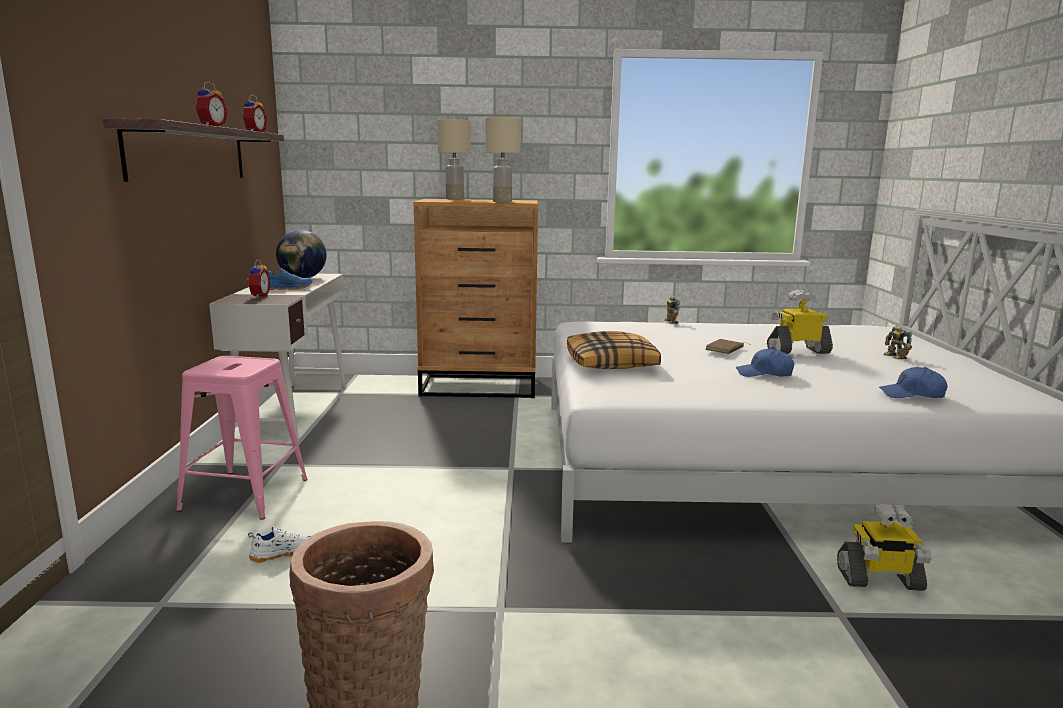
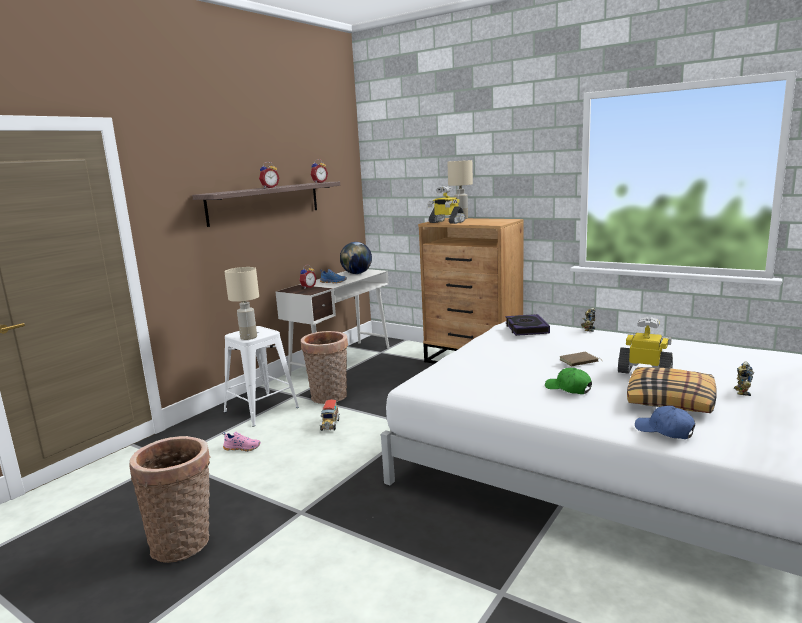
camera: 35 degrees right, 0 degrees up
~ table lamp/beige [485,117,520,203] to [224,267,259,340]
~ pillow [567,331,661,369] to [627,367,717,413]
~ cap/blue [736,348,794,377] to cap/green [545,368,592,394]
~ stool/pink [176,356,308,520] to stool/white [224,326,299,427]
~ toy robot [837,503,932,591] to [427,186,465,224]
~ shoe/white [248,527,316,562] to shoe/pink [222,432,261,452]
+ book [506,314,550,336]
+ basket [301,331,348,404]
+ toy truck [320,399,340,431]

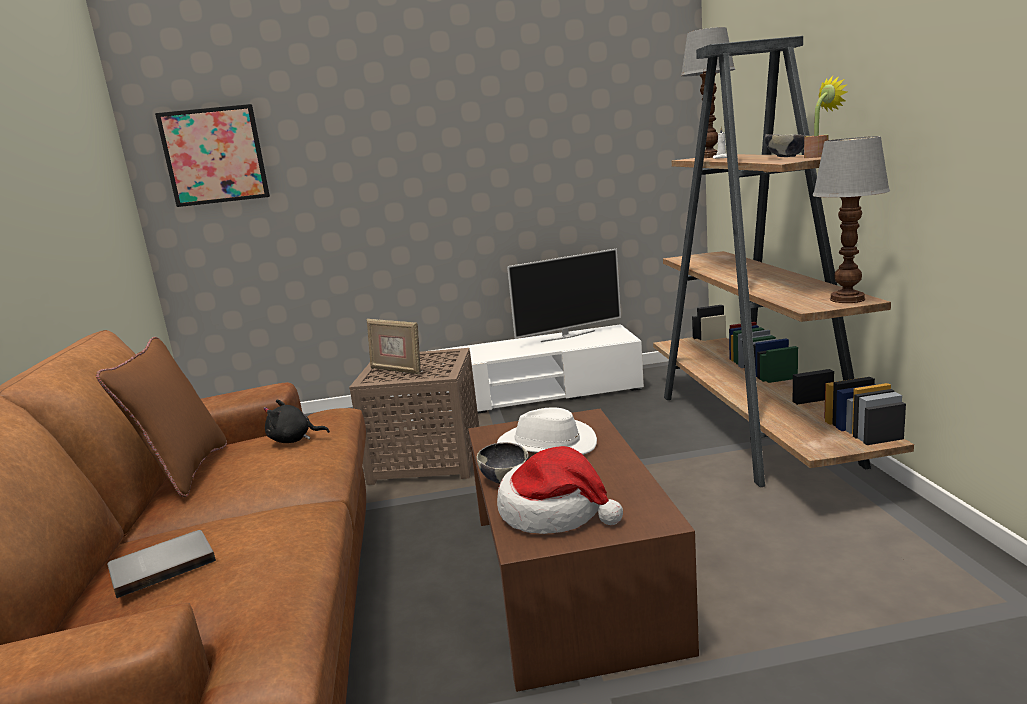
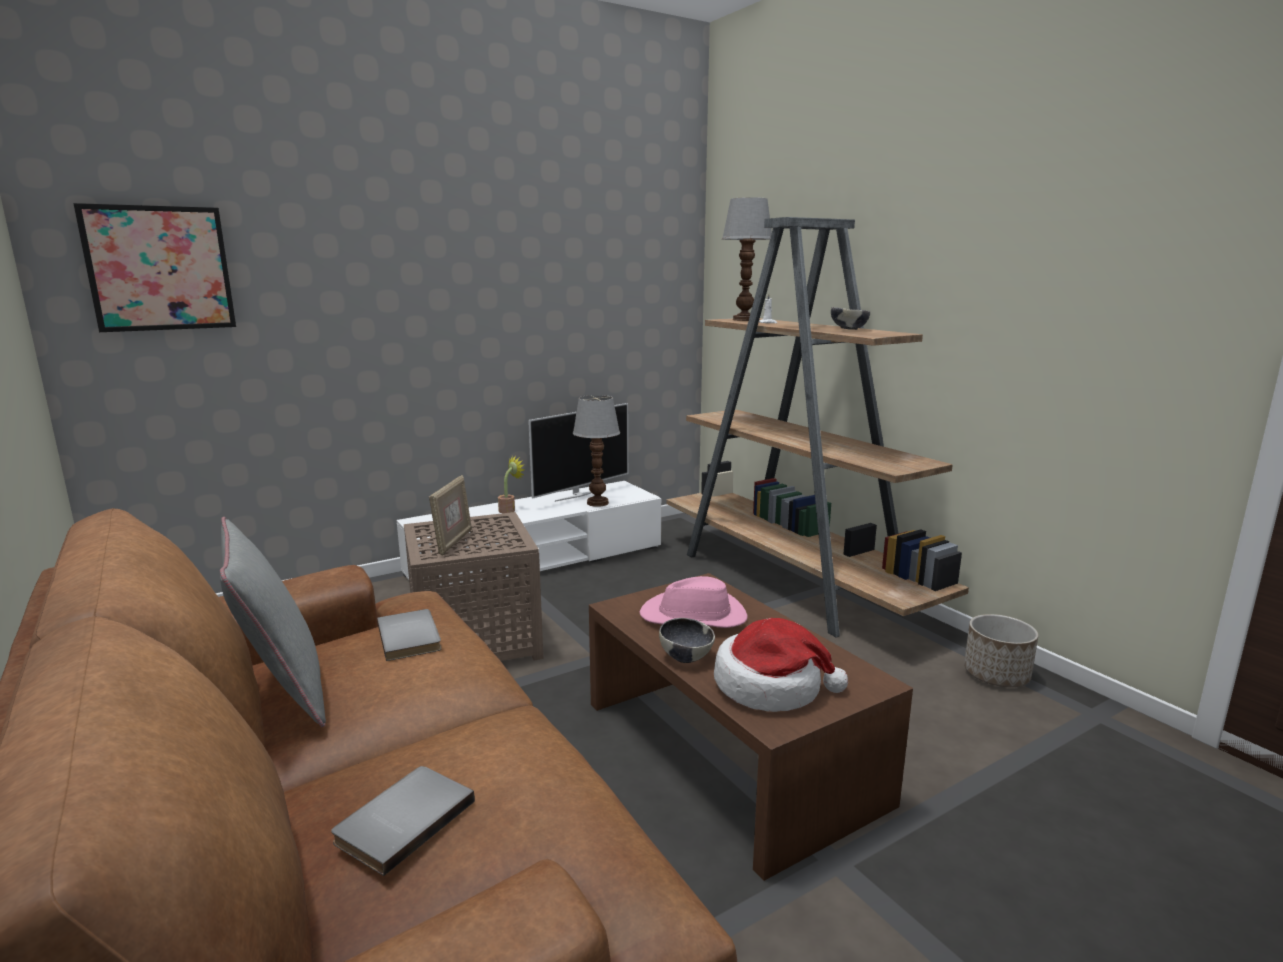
camera: 25 degrees left, 0 degrees up
~ potted plant [804,76,847,158] to [498,456,524,513]
~ table lamp [812,136,890,303] to [573,395,620,507]
~ picture frame [367,319,421,374] = [429,475,472,555] 90 degrees counterclockwise
~ pillow/brown [96,337,227,497] to pillow/grey [220,517,326,727]
~ plush toy/black [263,400,330,443] to book/grey [377,609,441,661]
~ hat/white [497,407,597,455] to hat/pink [639,576,748,628]
+ planter [964,614,1038,687]

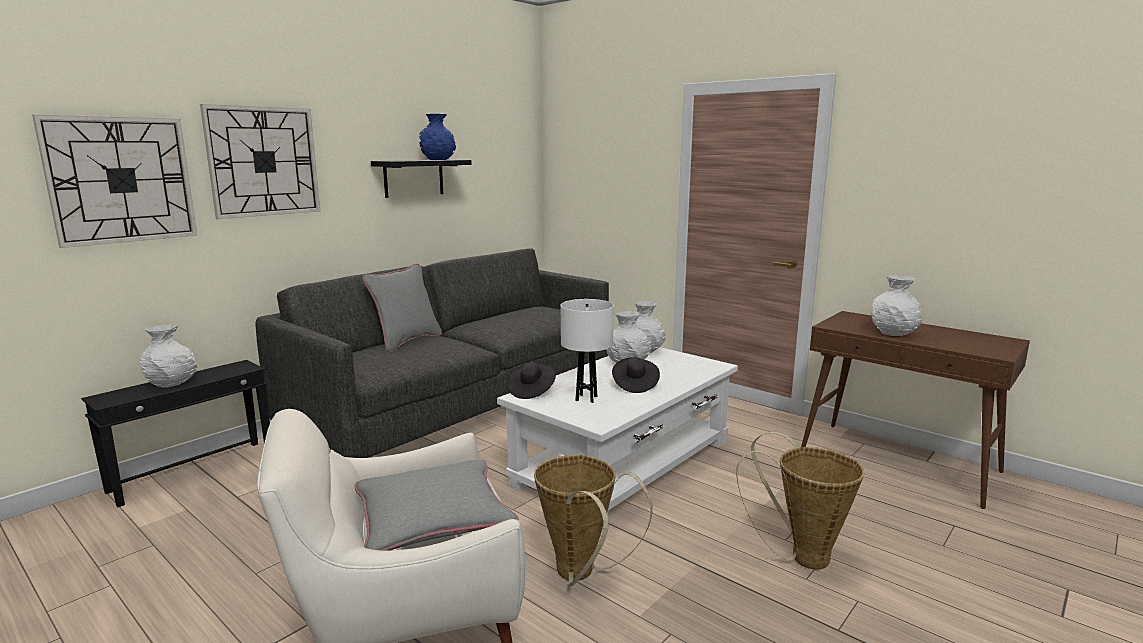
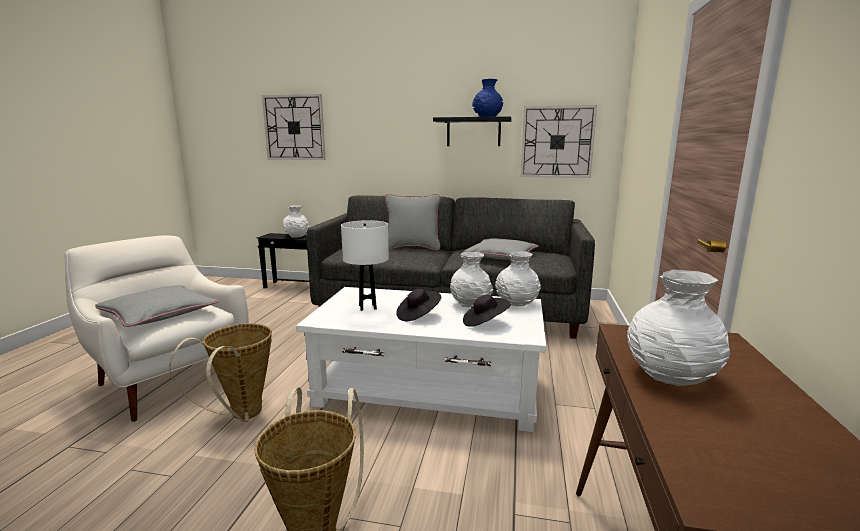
camera: 60 degrees right, 0 degrees up
~ wall clock [200,104,321,219] to [521,105,597,178]
~ hat/black [508,362,556,399] to [463,295,510,327]
+ pillow/grey [463,238,539,260]

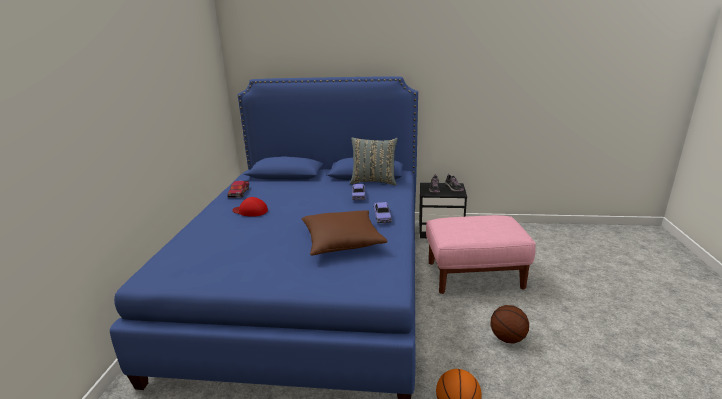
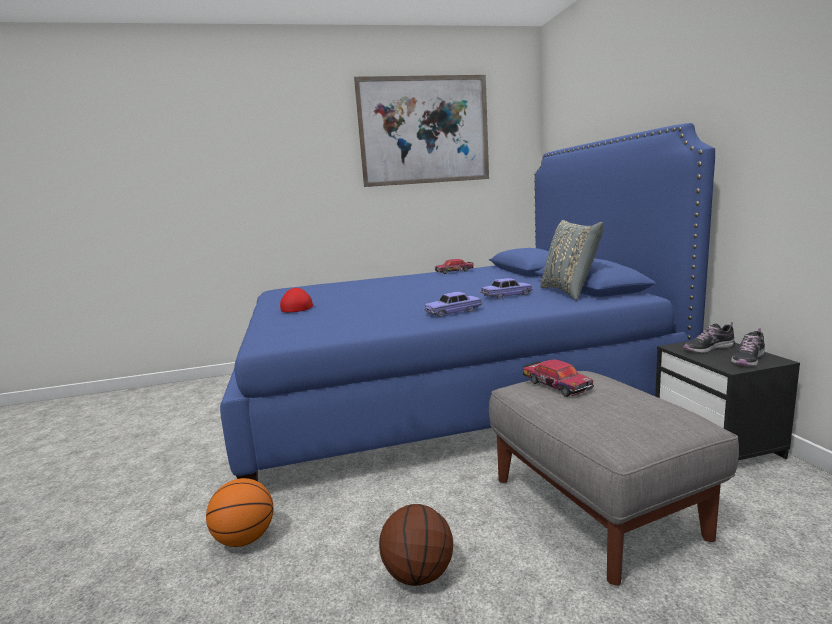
camera: 70 degrees right, 10 degrees down
~ cap/red [233,197,268,217] to [280,288,313,312]
- pillow/brown [301,210,388,255]
~ ottoman/pink [426,215,536,294] to ottoman/grey [489,371,739,586]
+ picture [354,75,489,187]
+ toy car [523,359,594,397]

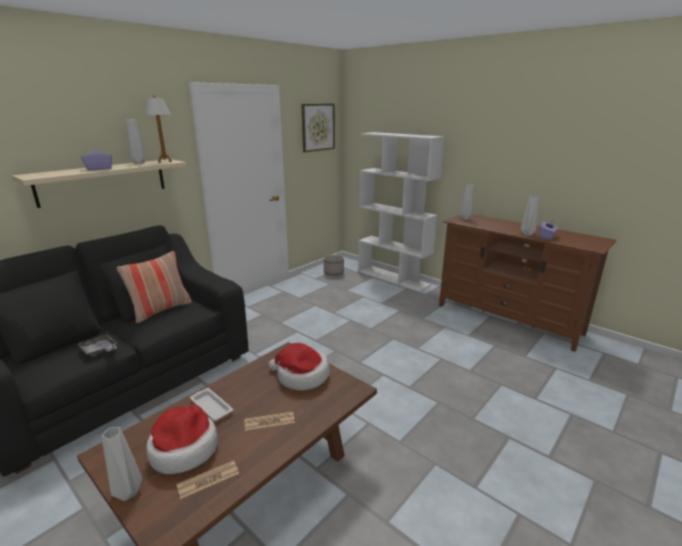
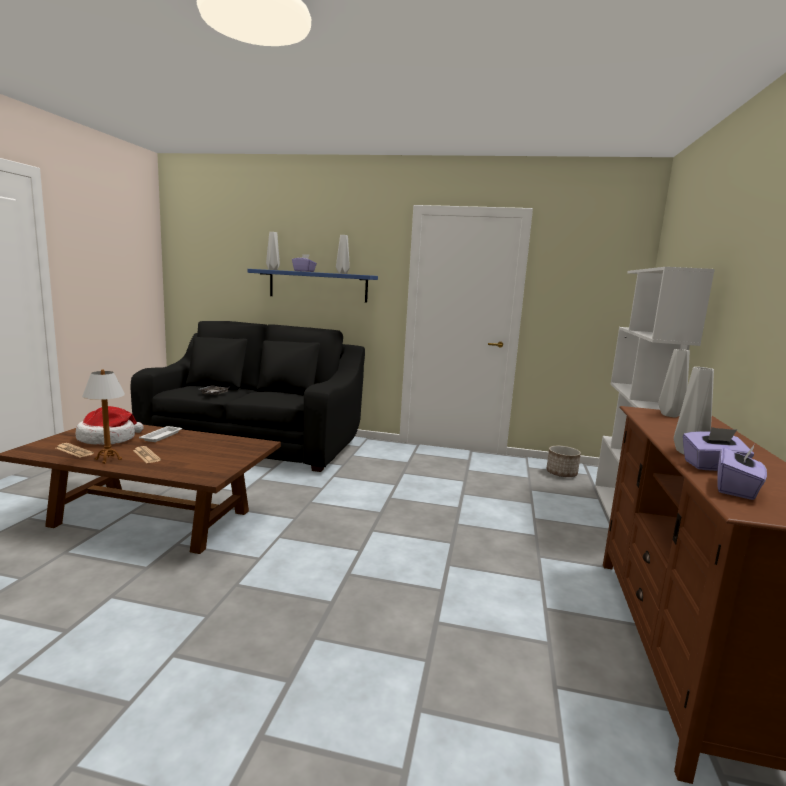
camera: 60 degrees right, 10 degrees down
~ table lamp [144,95,172,163] to [82,369,125,464]
- picture [301,104,335,152]
~ shelf/beige [12,159,187,208] to shelf/blue [247,269,378,303]
- pillow [117,251,192,323]
- hat [268,343,330,390]
~ vase/grey [102,427,142,501] to [266,232,280,270]
+ tissue box/purple [718,445,767,500]

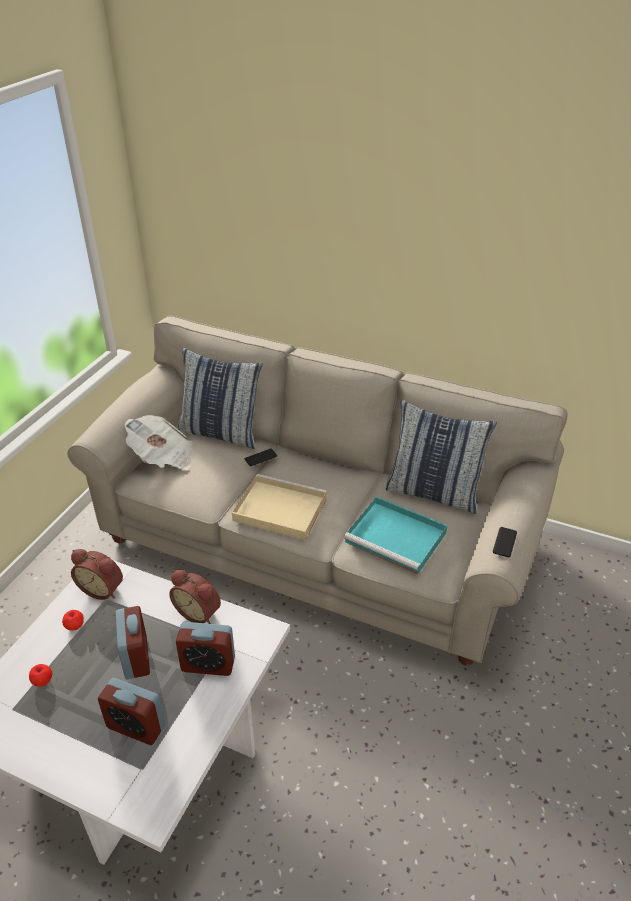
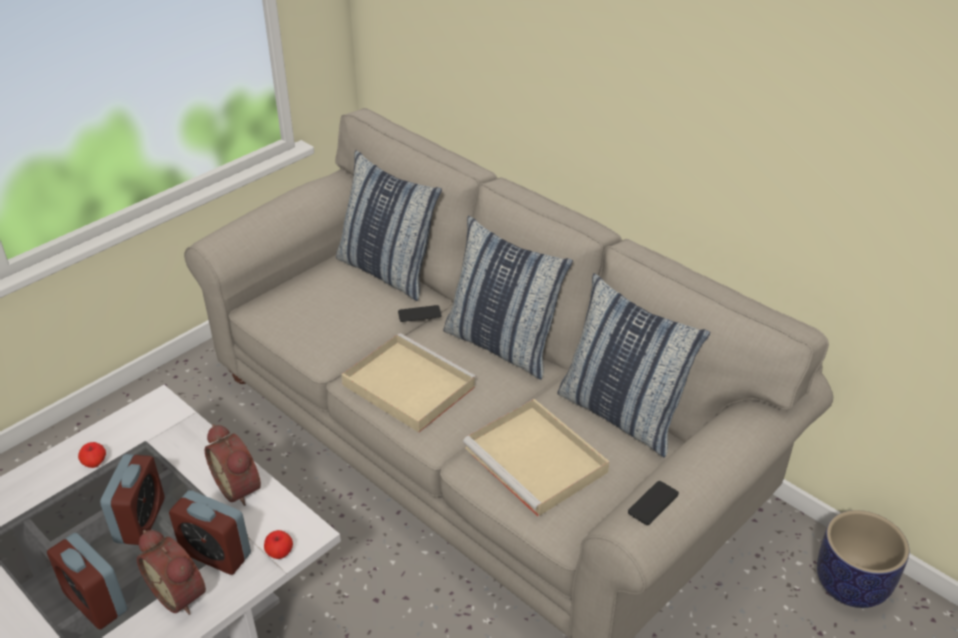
camera: 20 degrees right, 0 degrees up
- newspaper [125,415,193,470]
~ tray/turquoise [344,496,448,574] to tray/beige [463,399,609,517]
~ alarm clock [71,549,123,600] to [137,530,206,615]
~ apple [29,664,53,687] to [264,530,293,559]
+ pillow [443,216,573,380]
+ planter [817,510,910,608]

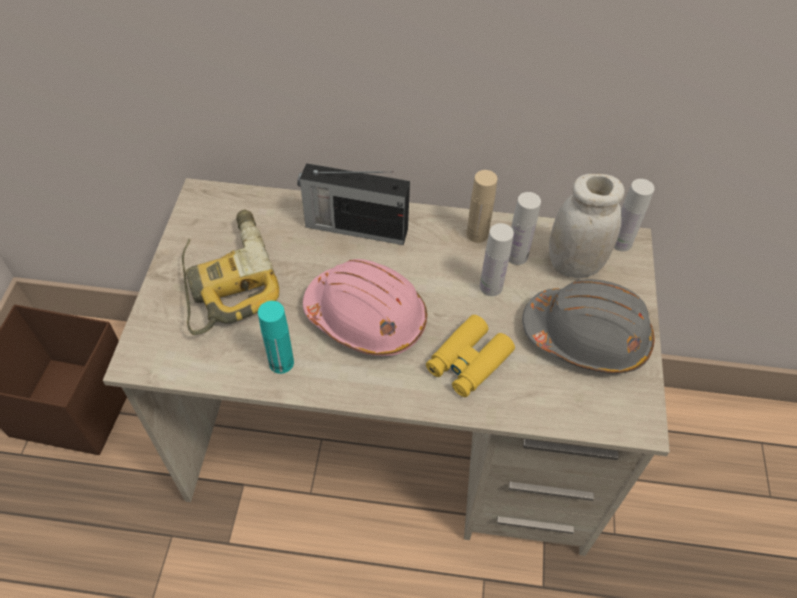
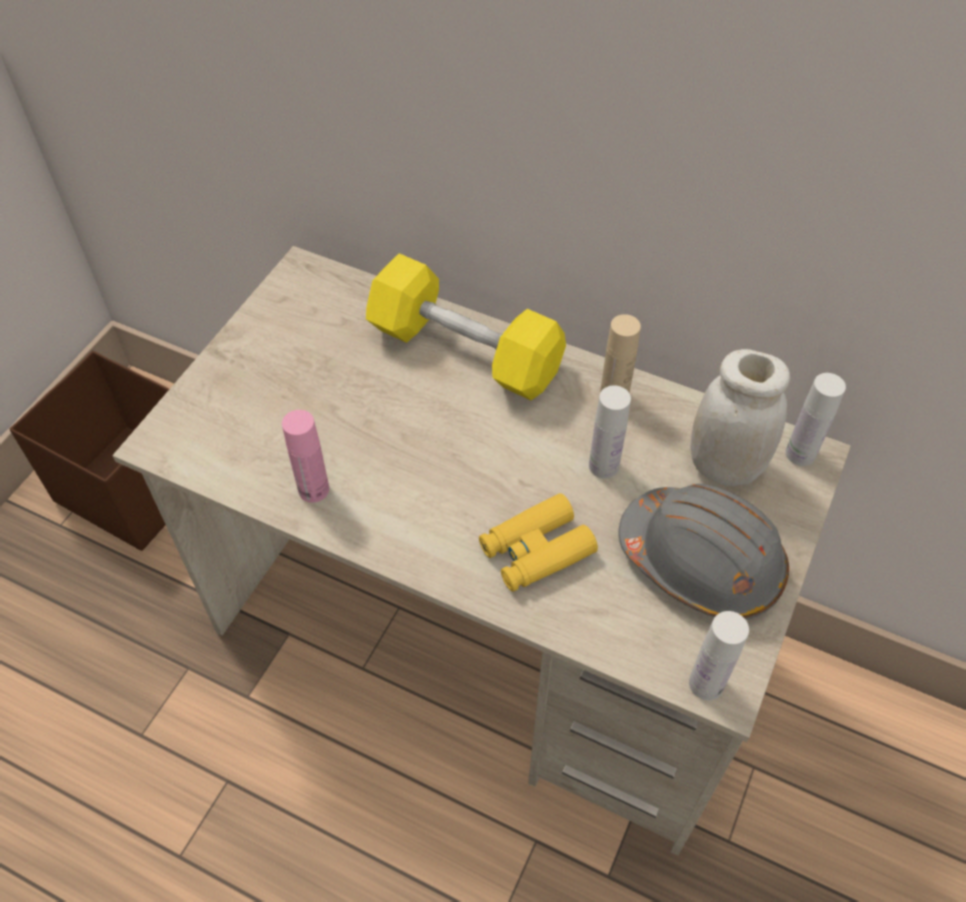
camera: 20 degrees right, 0 degrees up
~ radio [297,163,410,245] to dumbbell/yellow [366,253,566,400]
~ bottle/white [509,192,541,265] to [689,611,749,700]
- power drill [182,210,279,335]
- hard hat/pink [303,259,427,356]
~ bottle/turquoise [258,301,294,374] to bottle/pink [282,410,329,503]

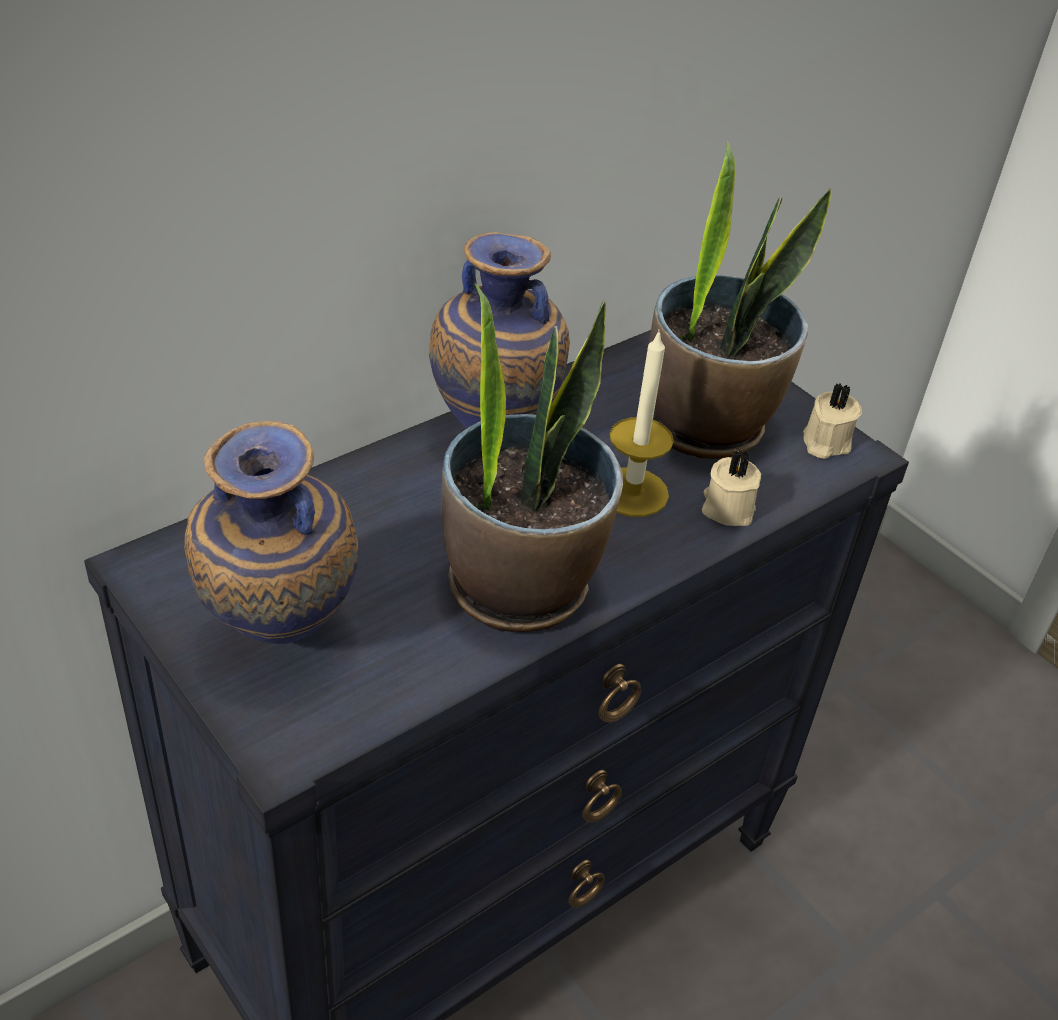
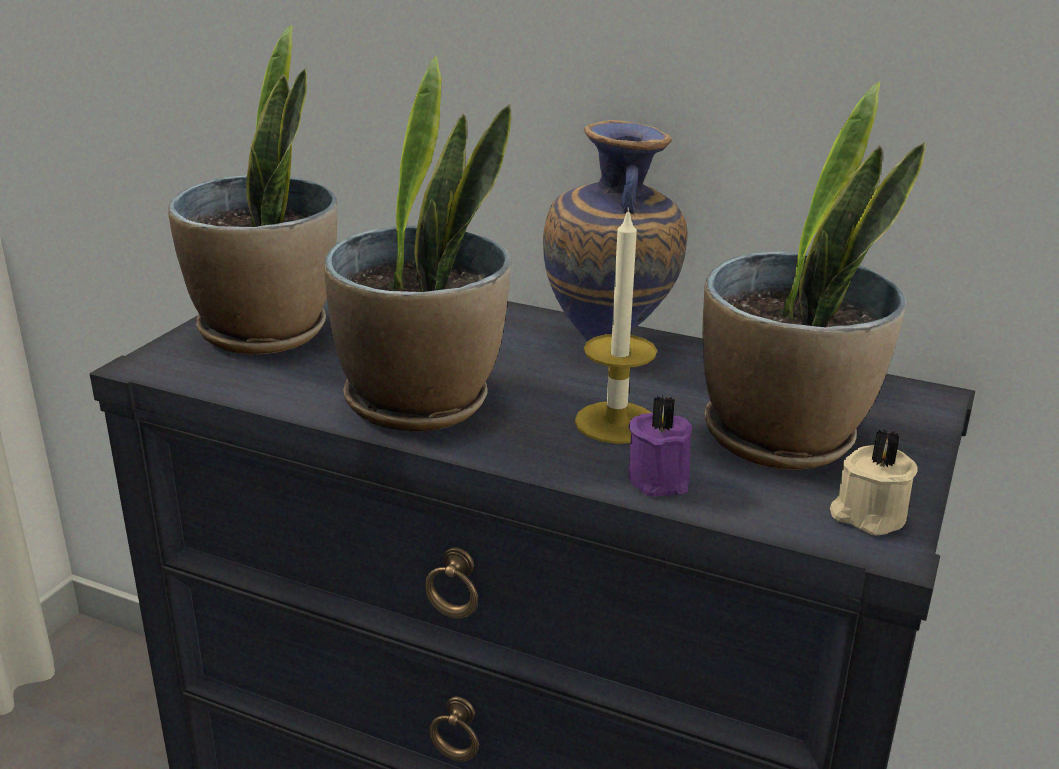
camera: 65 degrees right, 15 degrees down
~ vase [184,421,359,644] to potted plant [168,25,337,355]
~ candle/beige [702,449,761,526] to candle/purple [628,395,692,497]

